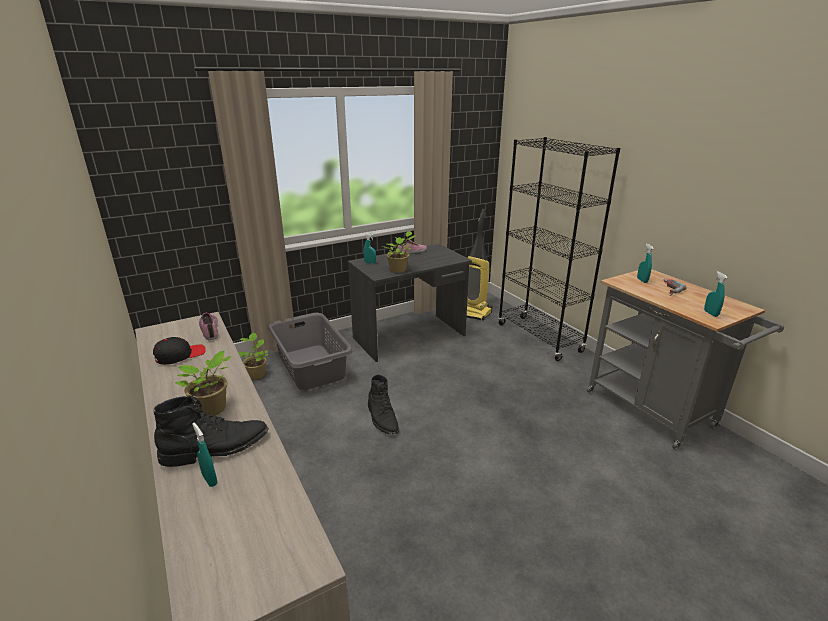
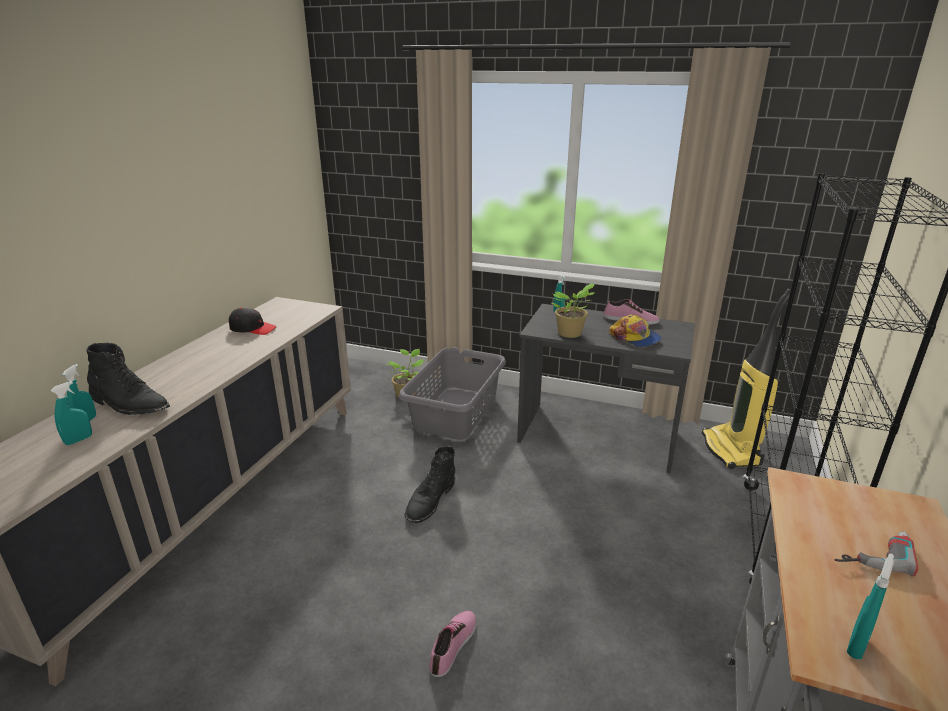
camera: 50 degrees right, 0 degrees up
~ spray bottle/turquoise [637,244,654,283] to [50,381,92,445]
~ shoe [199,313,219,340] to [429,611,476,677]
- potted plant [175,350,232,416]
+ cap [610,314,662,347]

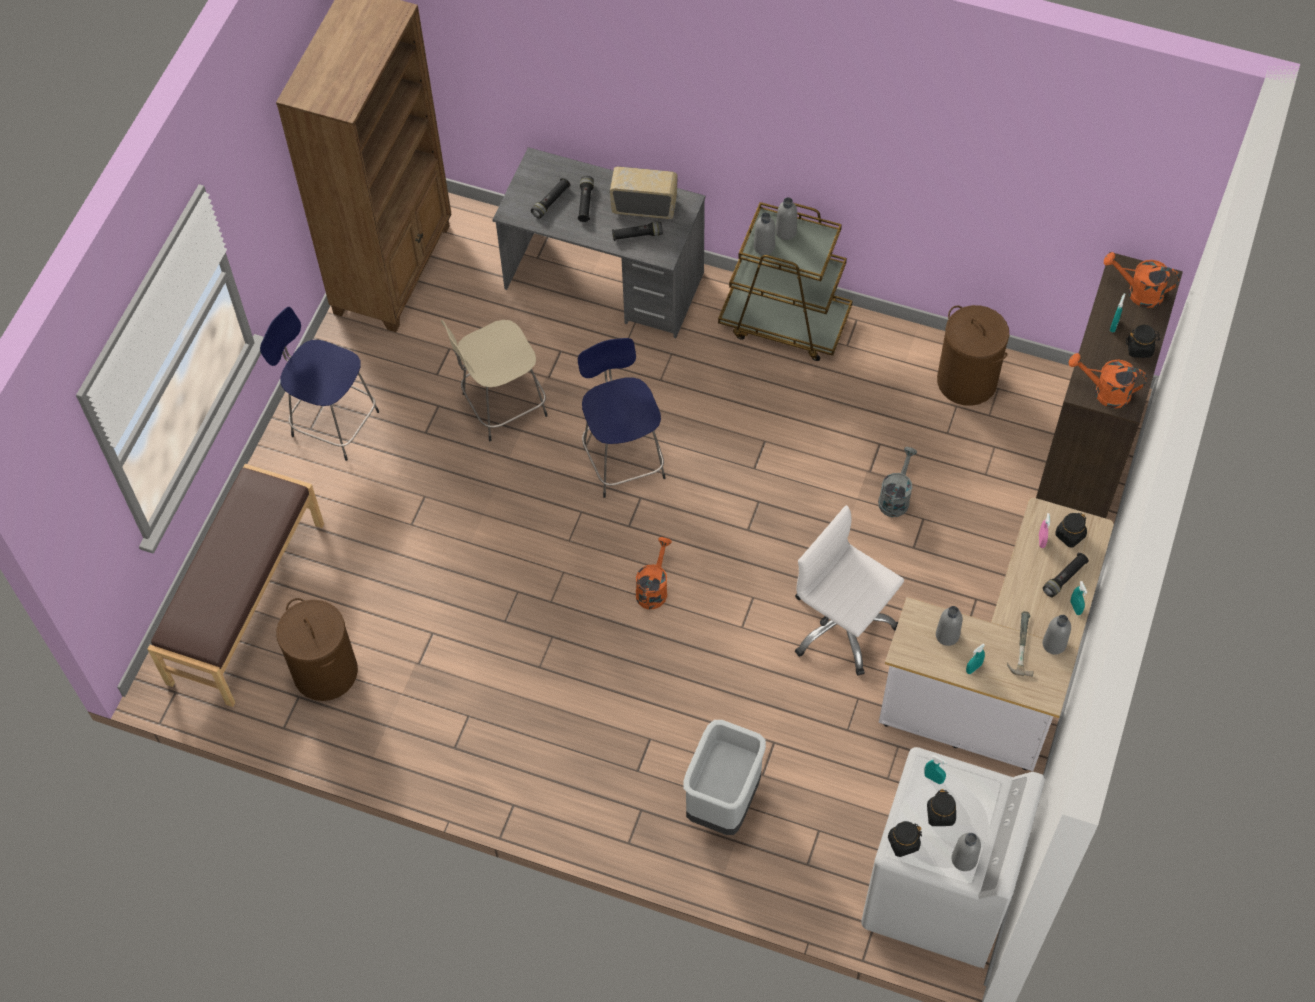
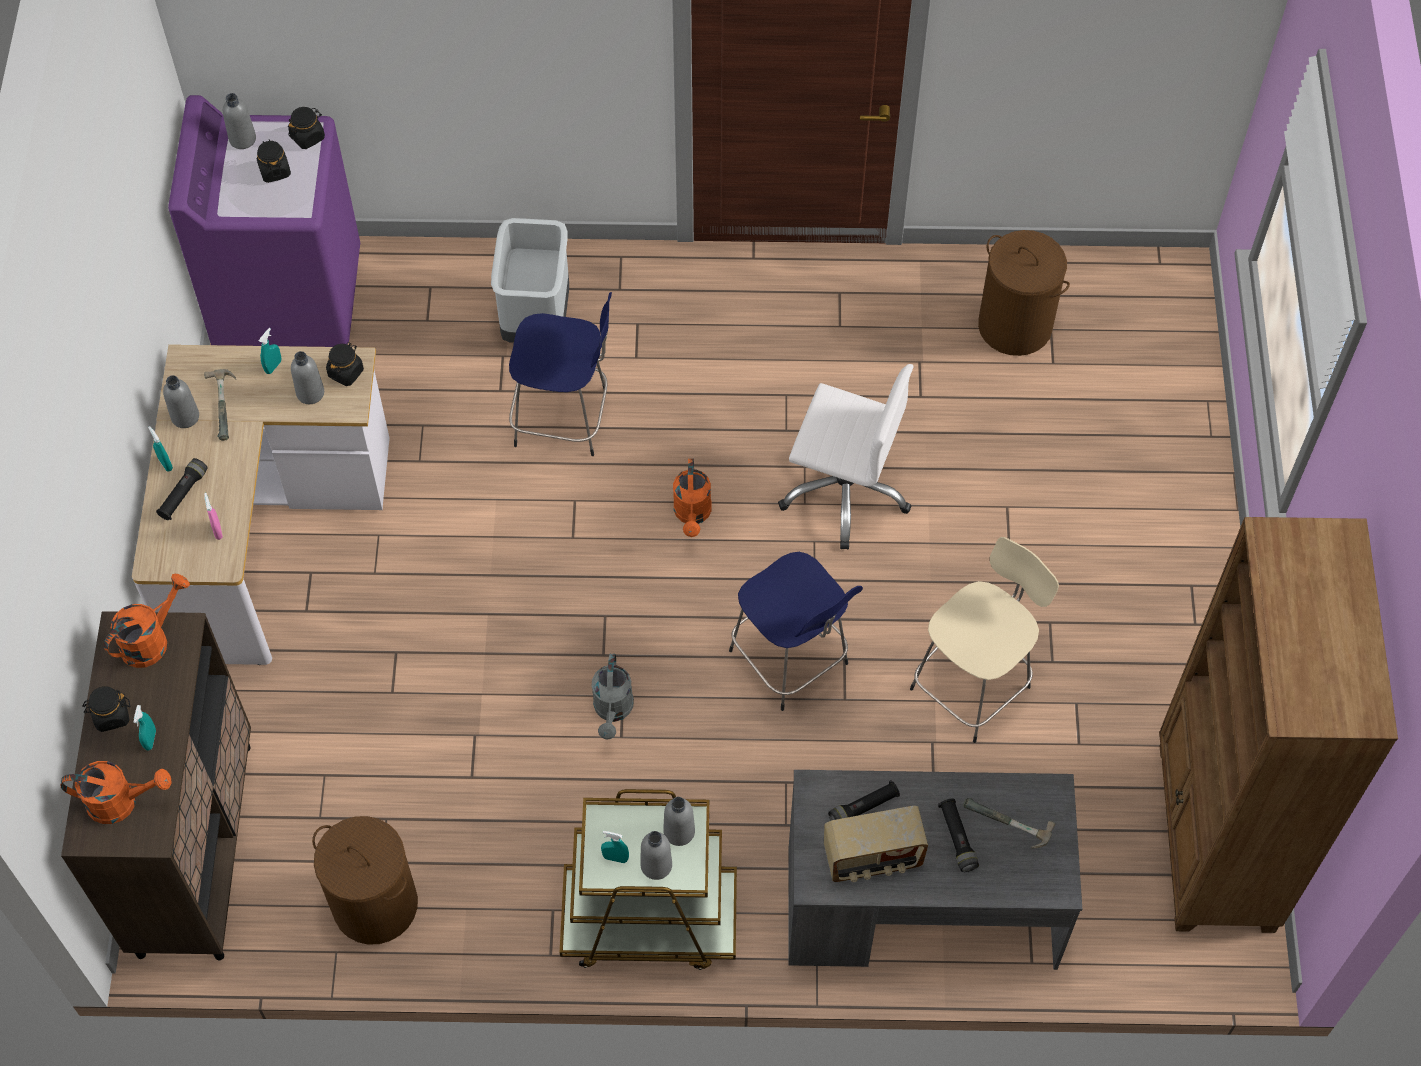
camera: 160 degrees right, 0 degrees up
~ flashlight/black [531,178,570,219] to hammer [963,798,1055,849]
~ stool/blue [260,307,379,461] to [509,292,612,456]
~ watering can/orange [1069,353,1147,408] = [104,574,190,668] 45 degrees counterclockwise
~ watering can/grey [878,447,917,517] to [591,654,634,740]
- bench/brown [148,464,324,707]
~ office chair/white [795,505,904,676] to [778,364,913,549]
~ jar/black [1055,513,1087,548] to [326,342,364,386]
~ washing machine/white [861,747,1045,968] to washing machine/purple [168,95,360,347]
~ spray bottle/turquoise [924,755,947,784] to [601,831,629,863]

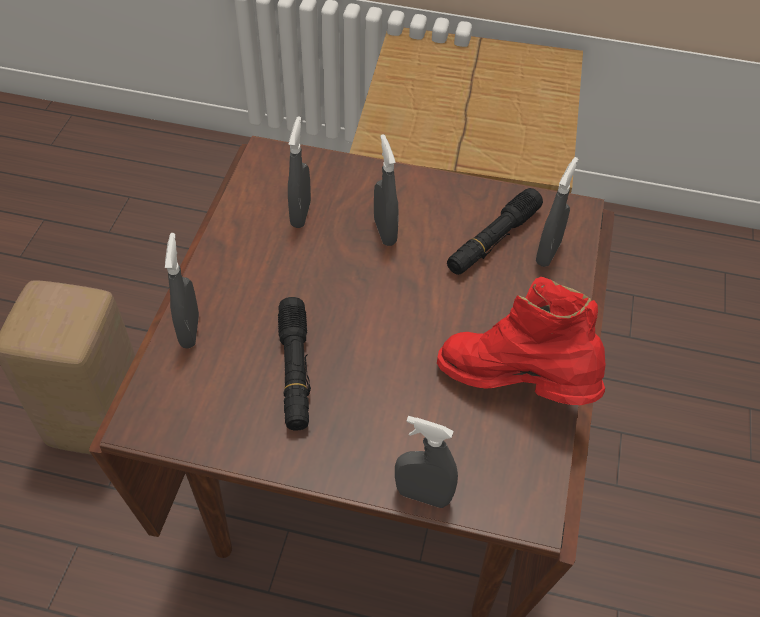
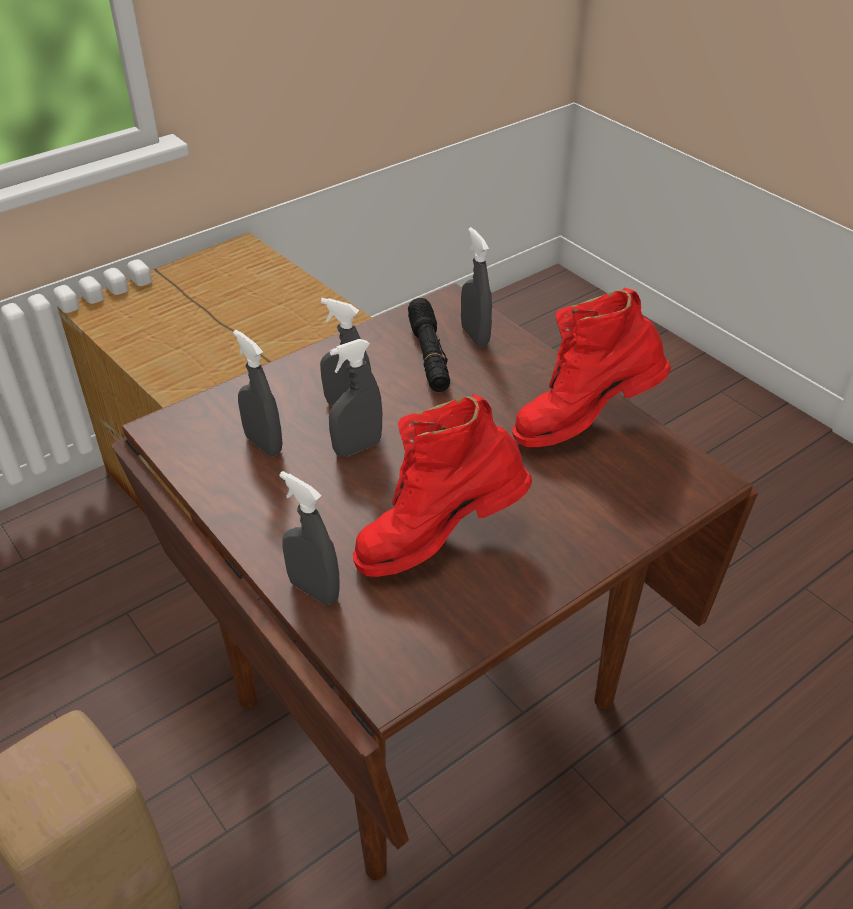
camera: 50 degrees left, 10 degrees down
~ flashlight/black [278,297,311,430] to boot/red [353,394,532,577]
~ spray bottle/grey [395,416,458,508] to [329,339,382,457]

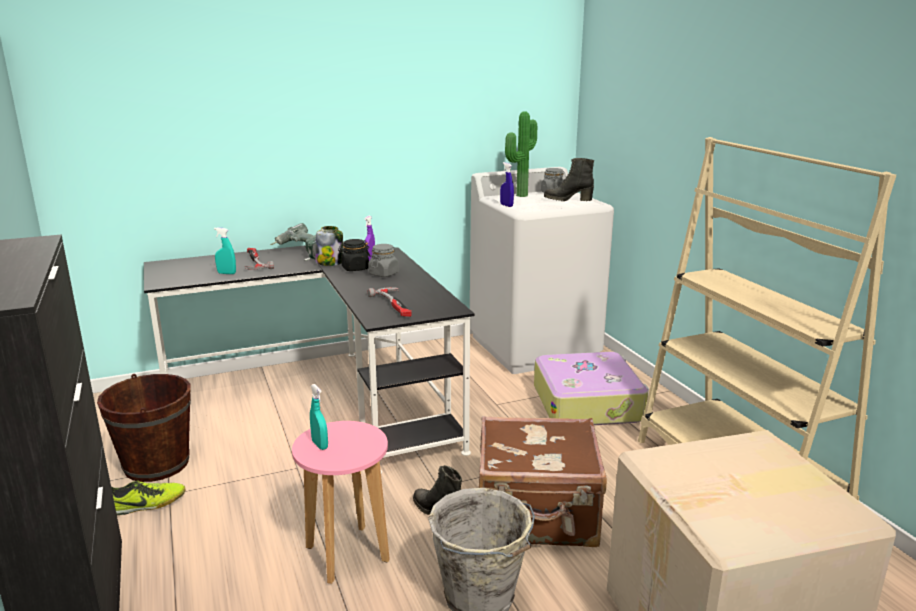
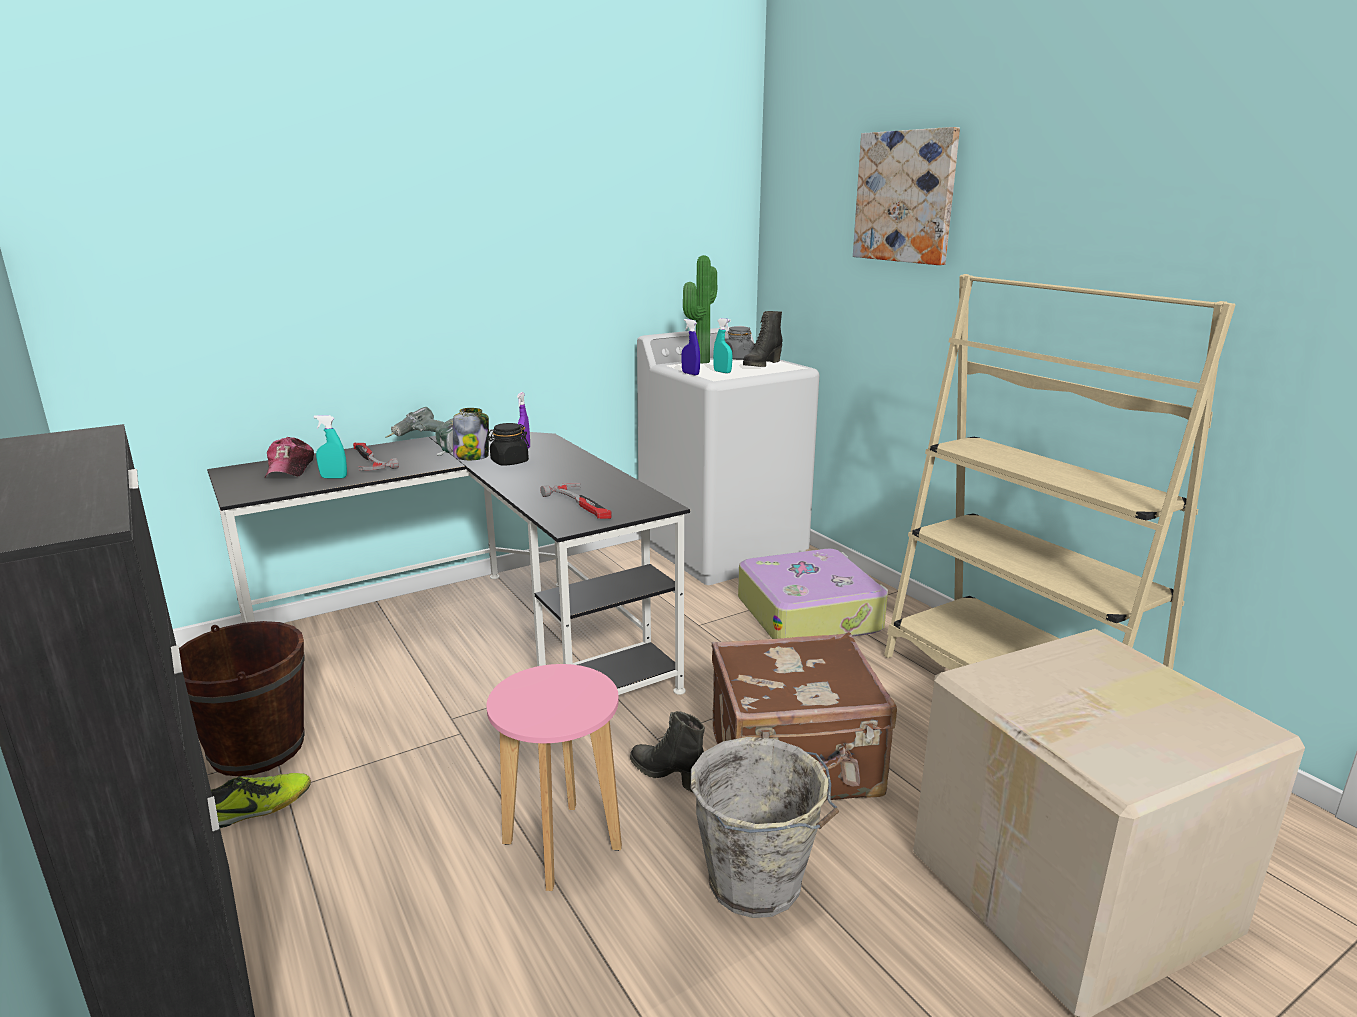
camera: 10 degrees left, 0 degrees up
~ boot/black [544,158,594,201] = [743,311,782,367] 45 degrees counterclockwise
- jar/grey [368,244,399,277]
~ spray bottle/turquoise [310,384,328,450] to [713,318,732,373]
+ picture [853,127,960,265]
+ cap [265,437,314,477]

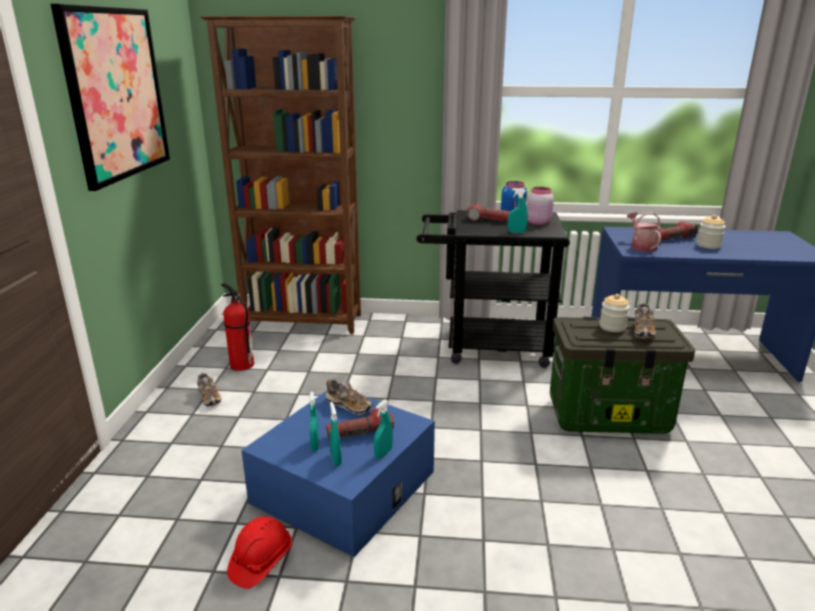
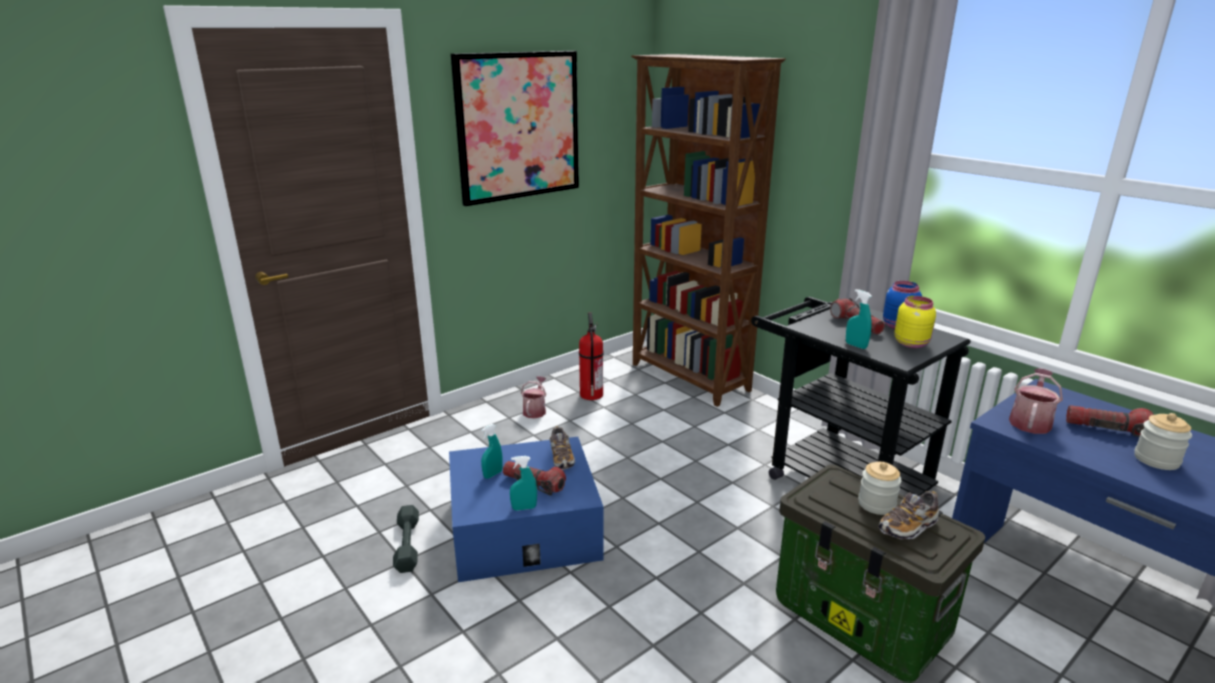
camera: 45 degrees right, 0 degrees up
~ jar/pink [527,187,554,225] to jar/yellow [894,296,936,348]
~ shoe [197,372,221,407] to watering can [521,376,547,419]
- spray bottle/turquoise [329,402,342,466]
~ hard hat/red [227,517,292,589] to dumbbell/grey [393,505,419,573]

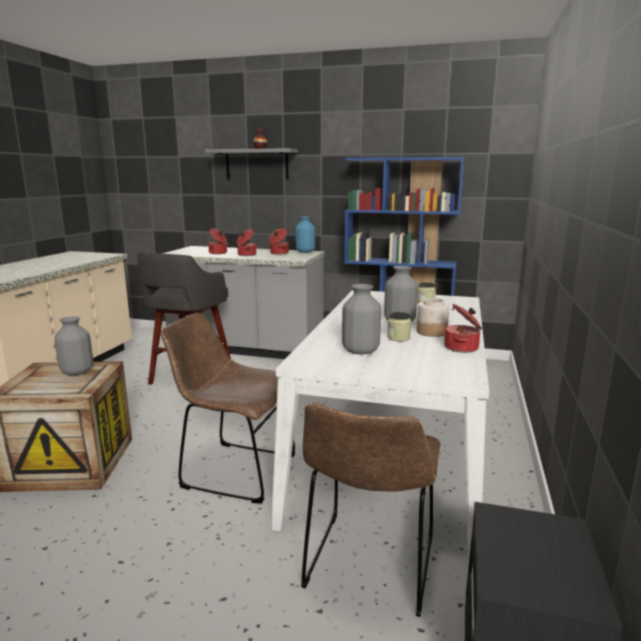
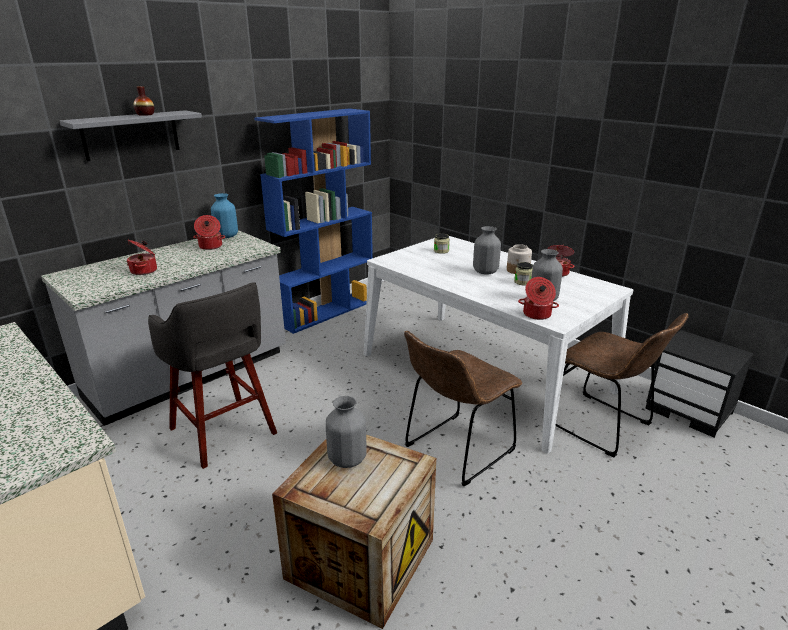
camera: 60 degrees left, 10 degrees up
~ cooking pot [237,229,257,256] to [518,277,559,320]

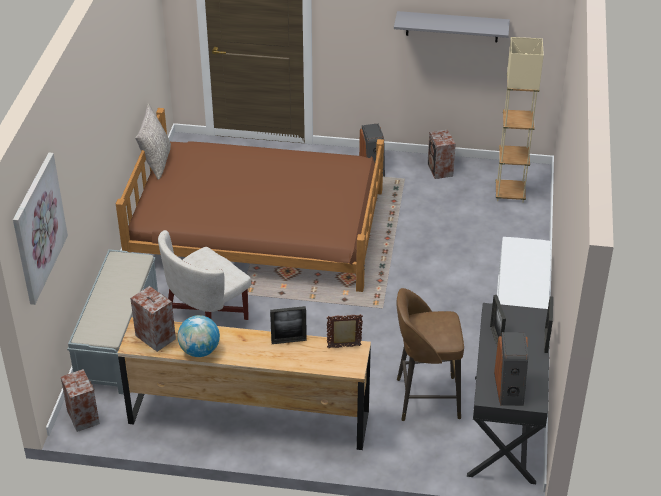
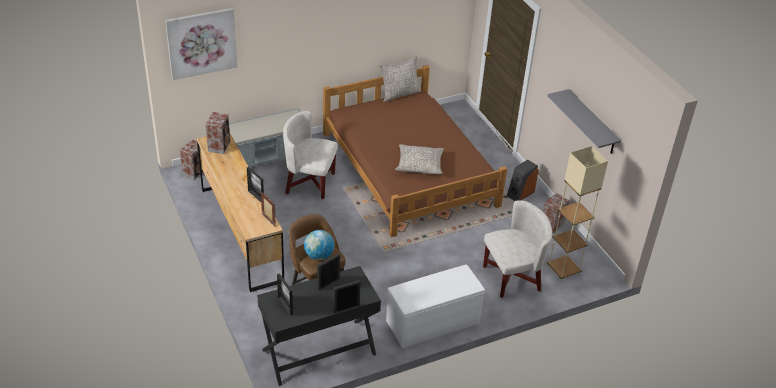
camera: 55 degrees right, 0 degrees up
~ globe [178,315,220,357] to [304,230,334,260]
~ speaker [494,332,528,406] to picture frame [277,273,293,316]
+ pillow/grey [395,144,444,174]
+ armchair/white [483,200,552,298]

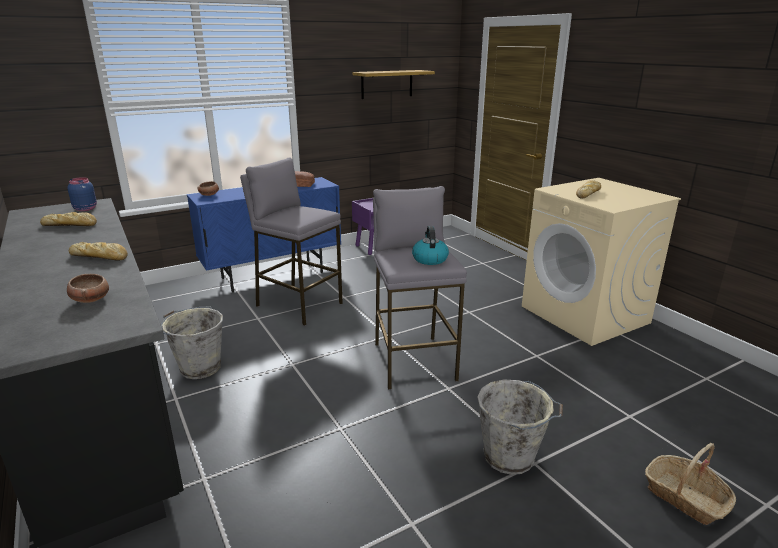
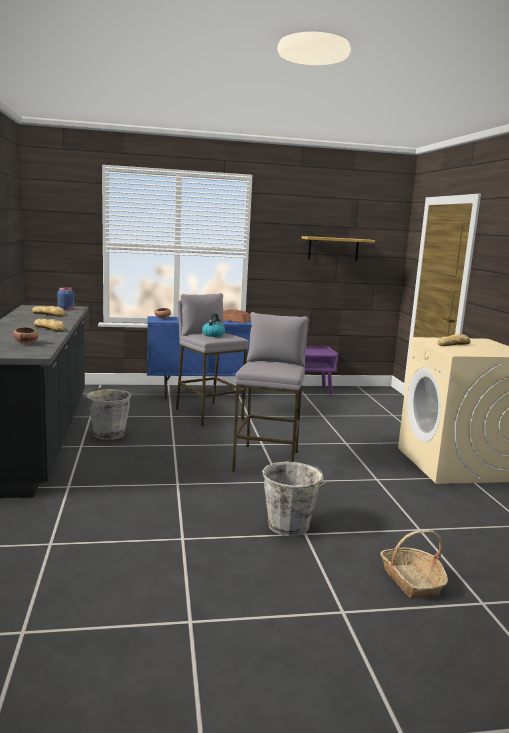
camera: 20 degrees right, 10 degrees down
~ kettle [412,226,449,265] to [202,313,225,337]

